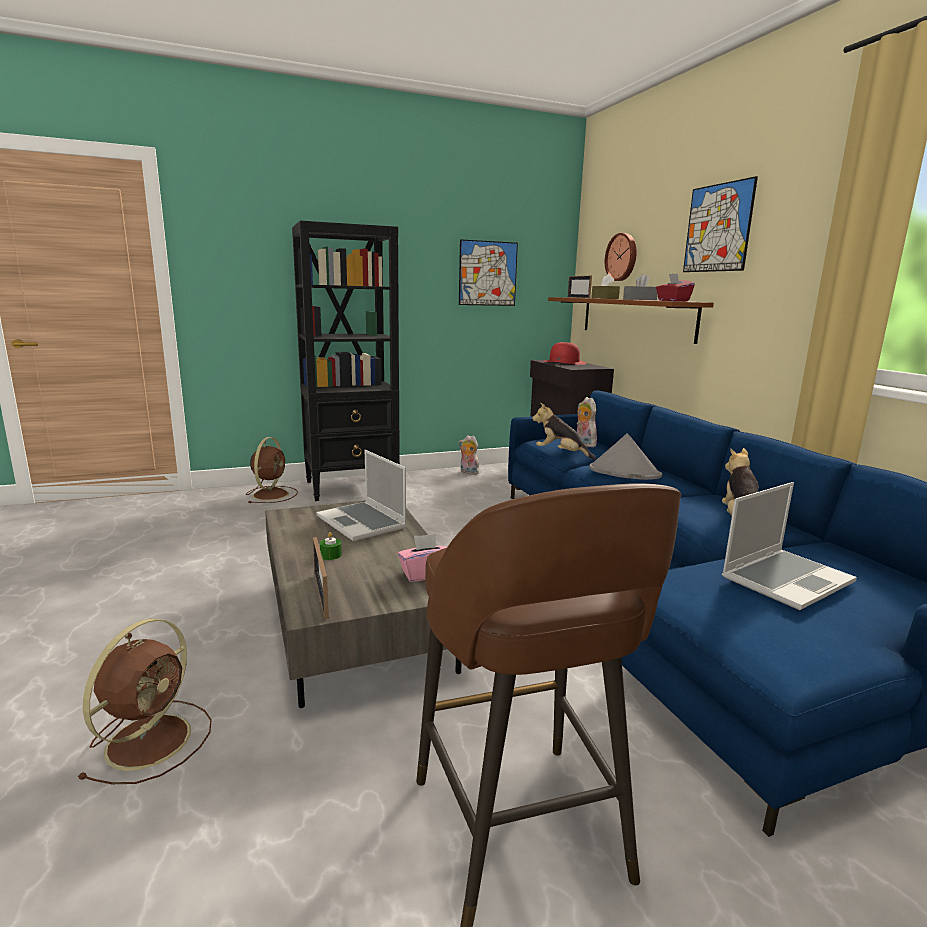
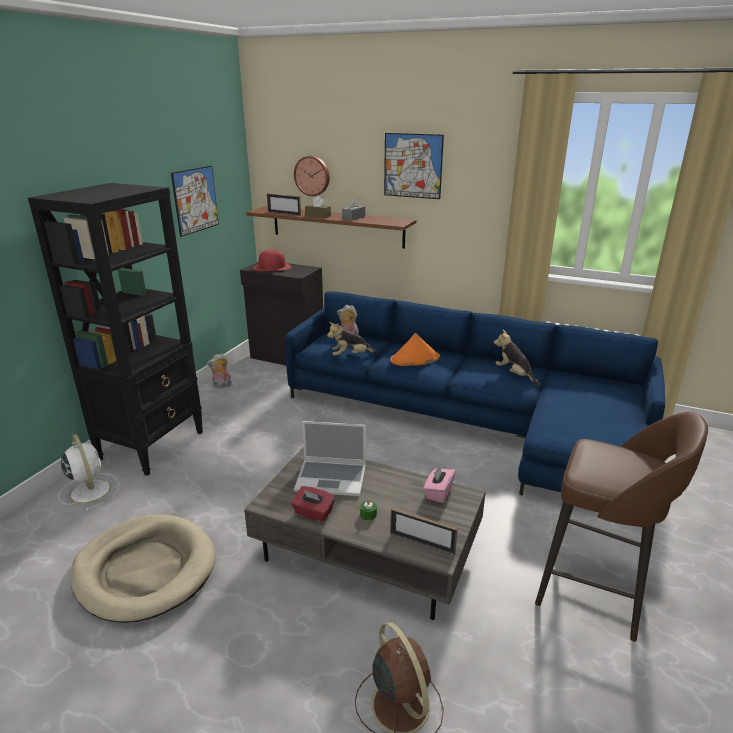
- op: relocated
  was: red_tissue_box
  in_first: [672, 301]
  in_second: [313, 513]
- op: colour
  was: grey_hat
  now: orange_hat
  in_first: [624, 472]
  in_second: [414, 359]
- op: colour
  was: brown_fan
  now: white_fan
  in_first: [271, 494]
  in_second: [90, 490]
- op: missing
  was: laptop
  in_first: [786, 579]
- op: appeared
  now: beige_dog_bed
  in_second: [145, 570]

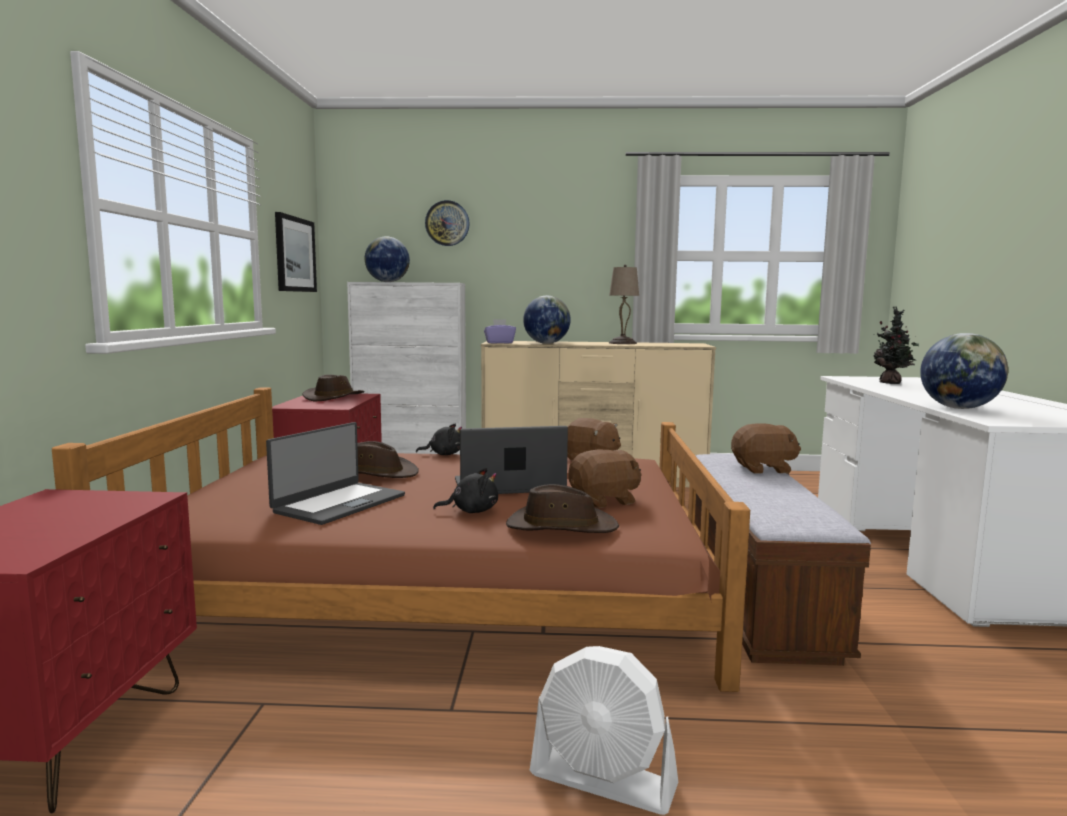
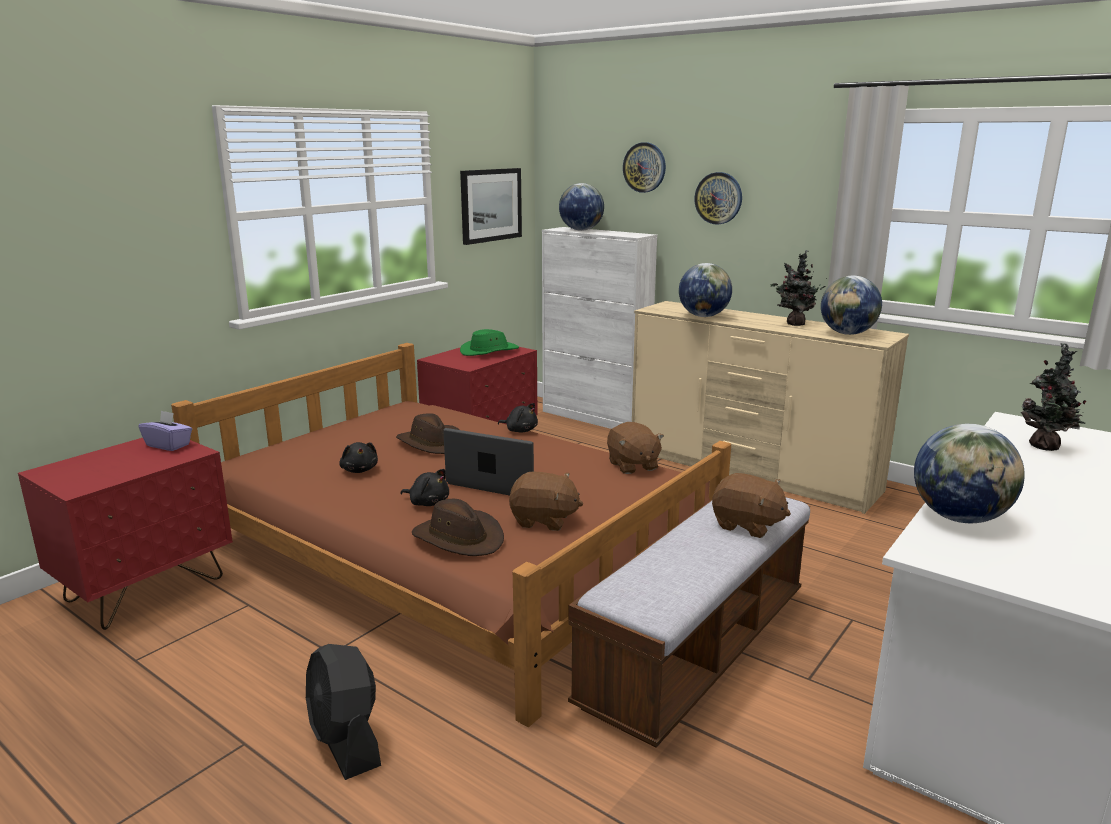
- op: exchanged
  was: beige_table_lamp
  now: potted_plant
  in_first: [622, 343]
  in_second: [794, 324]
- op: relocated
  was: purple_tissue_box
  in_first: [499, 343]
  in_second: [168, 445]
- op: colour
  was: brown_hat
  now: green_hat
  in_first: [334, 397]
  in_second: [489, 351]
- op: exchanged
  was: laptop
  now: black_plush_toy
  in_first: [338, 503]
  in_second: [359, 470]
- op: colour
  was: white_fan
  now: black_fan
  in_first: [603, 780]
  in_second: [346, 741]
- op: appeared
  now: wall_clock
  in_second: [718, 198]
- op: appeared
  now: globe
  in_second: [847, 333]

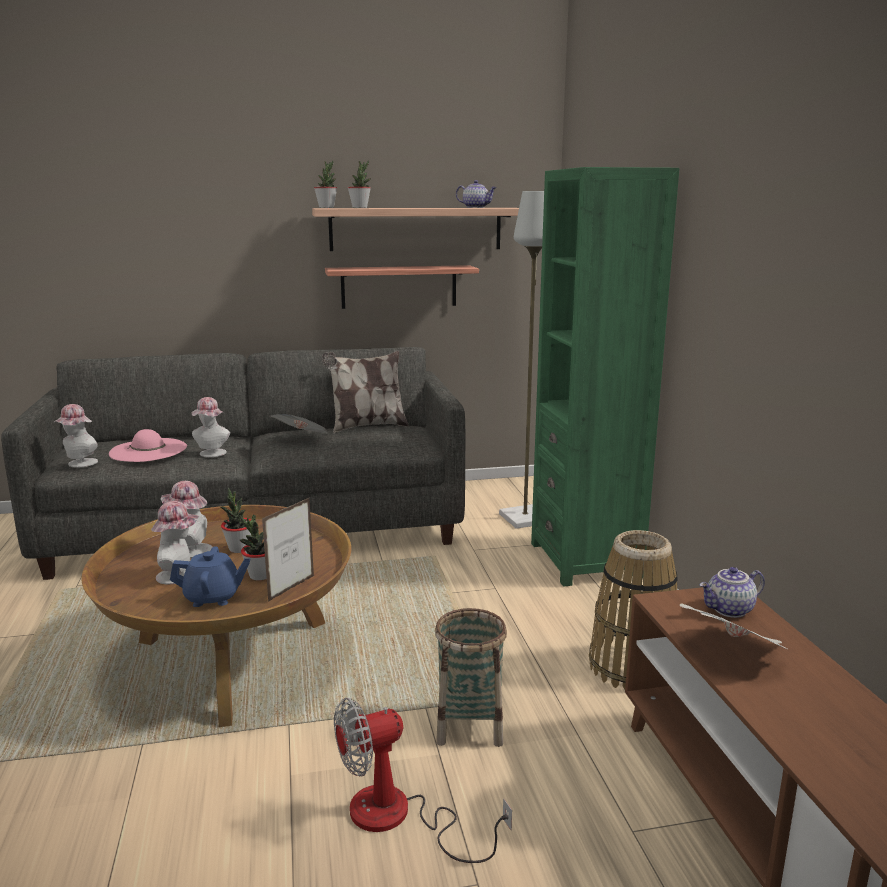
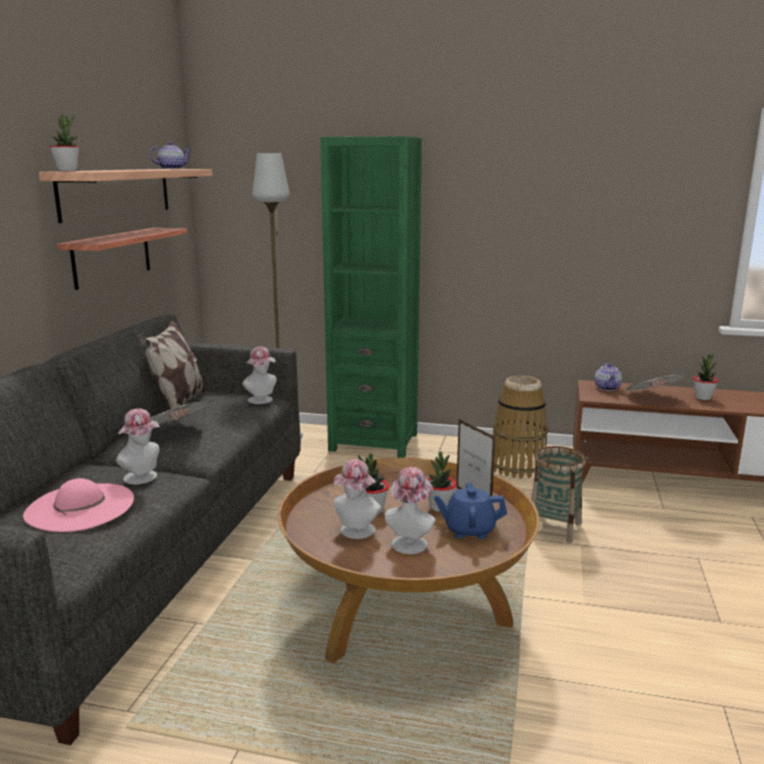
- op: relocated
  was: potted_plant
  in_first: [360, 208]
  in_second: [702, 398]
- op: relocated
  was: hat
  in_first: [80, 464]
  in_second: [262, 400]
- op: spun
  was: blue_teapot
  in_first: [213, 598]
  in_second: [469, 530]
  clockwise: -105
- op: missing
  was: fan
  in_first: [398, 817]

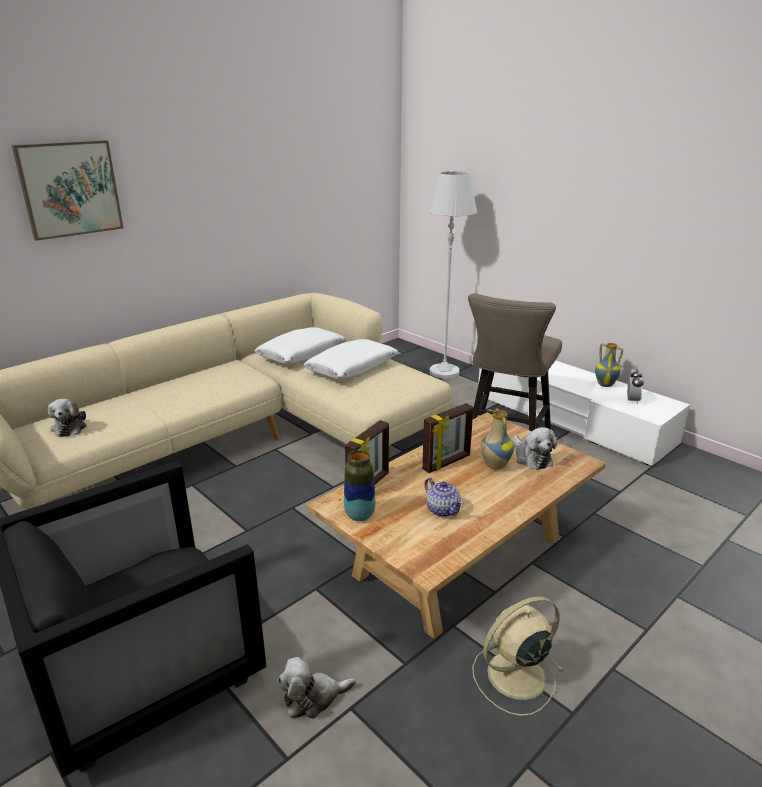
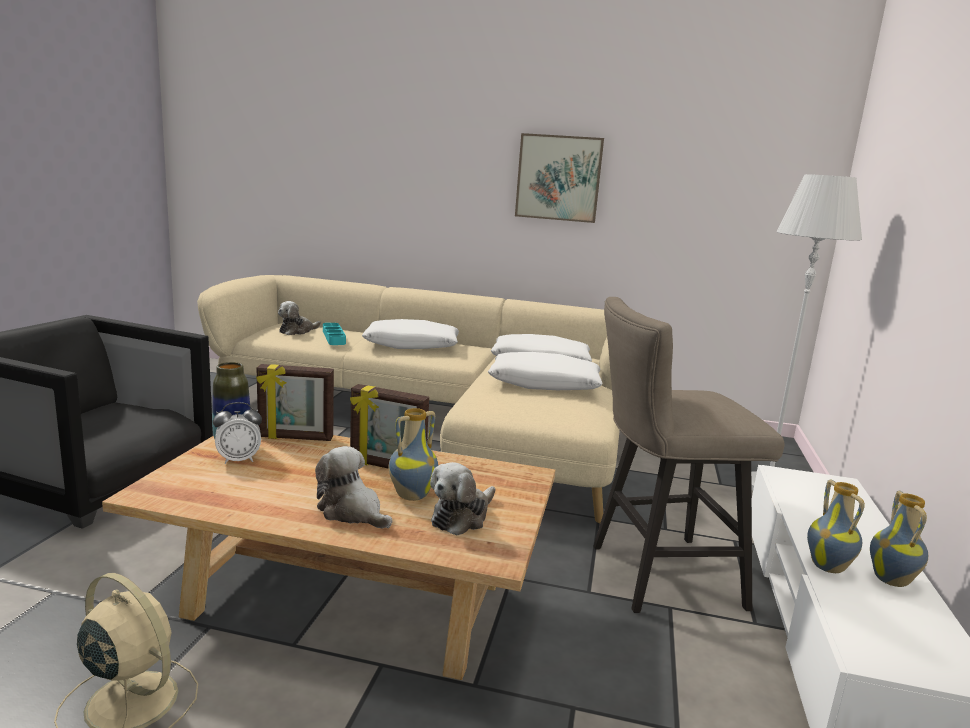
- op: relocated
  was: picture
  in_first: [70, 189]
  in_second: [558, 178]
- op: relocated
  was: alarm_clock
  in_first: [632, 400]
  in_second: [239, 459]
- op: missing
  was: teapot
  in_first: [442, 509]
- op: relocated
  was: plush_toy
  in_first: [313, 698]
  in_second: [352, 512]
- op: appeared
  now: white_pillow
  in_second: [411, 345]
- op: appeared
  now: turquoise_tray
  in_second: [333, 337]
- op: appeared
  now: vase
  in_second: [829, 567]

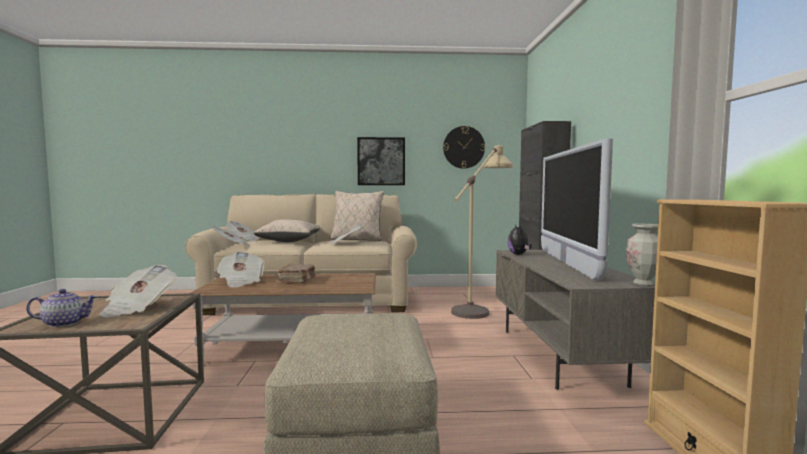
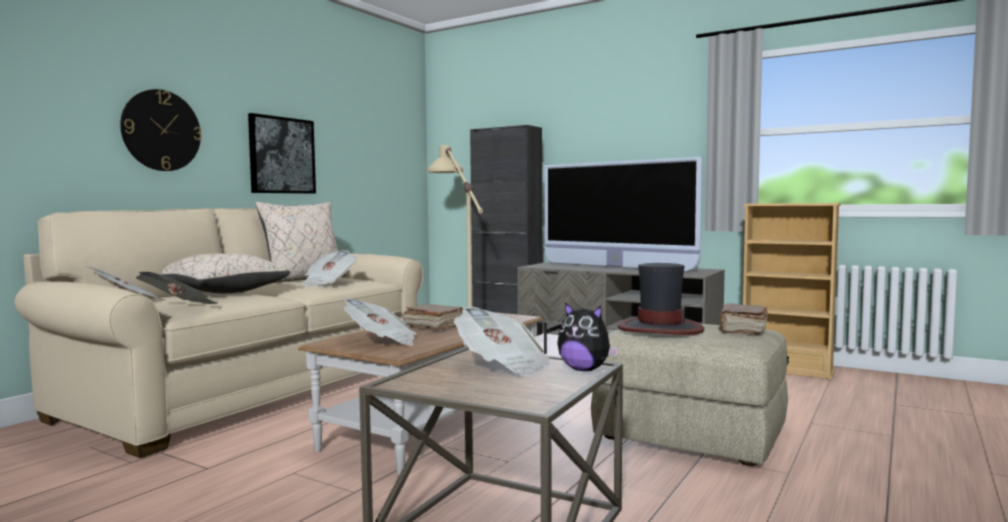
- op: relocated
  was: wall_clock
  in_first: [463, 147]
  in_second: [161, 130]
- op: missing
  was: vase
  in_first: [643, 284]
- op: relocated
  was: plush_toy
  in_first: [519, 254]
  in_second: [585, 370]
- op: missing
  was: teapot
  in_first: [65, 323]
- op: appeared
  now: hat
  in_second: [659, 328]
- op: appeared
  now: brown_book
  in_second: [742, 329]

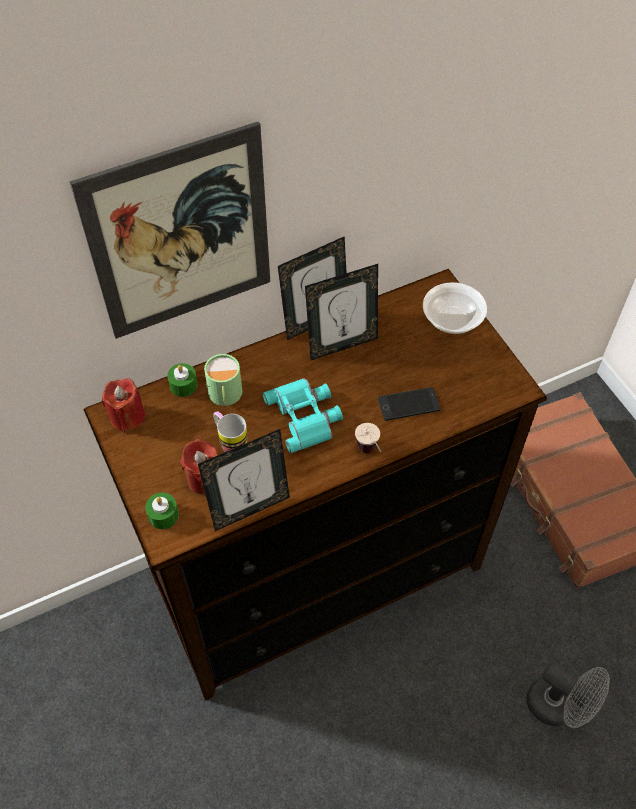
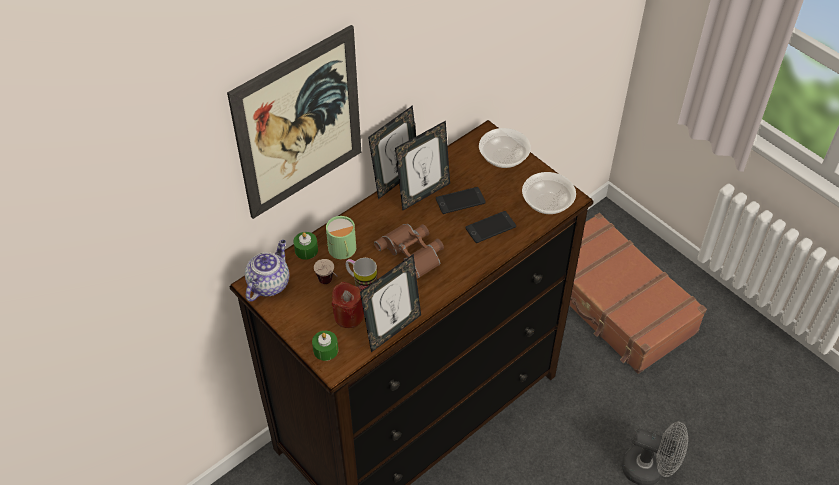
- op: exchanged
  was: red_candle
  now: teapot
  in_first: [127, 417]
  in_second: [269, 283]
- op: colour
  was: turquoise_binoculars
  now: brown_binoculars
  in_first: [306, 416]
  in_second: [413, 253]
- op: relocated
  was: cup
  in_first: [370, 454]
  in_second: [329, 284]
- op: appeared
  now: bowl
  in_second: [547, 203]
- op: appeared
  now: phone
  in_second: [460, 201]

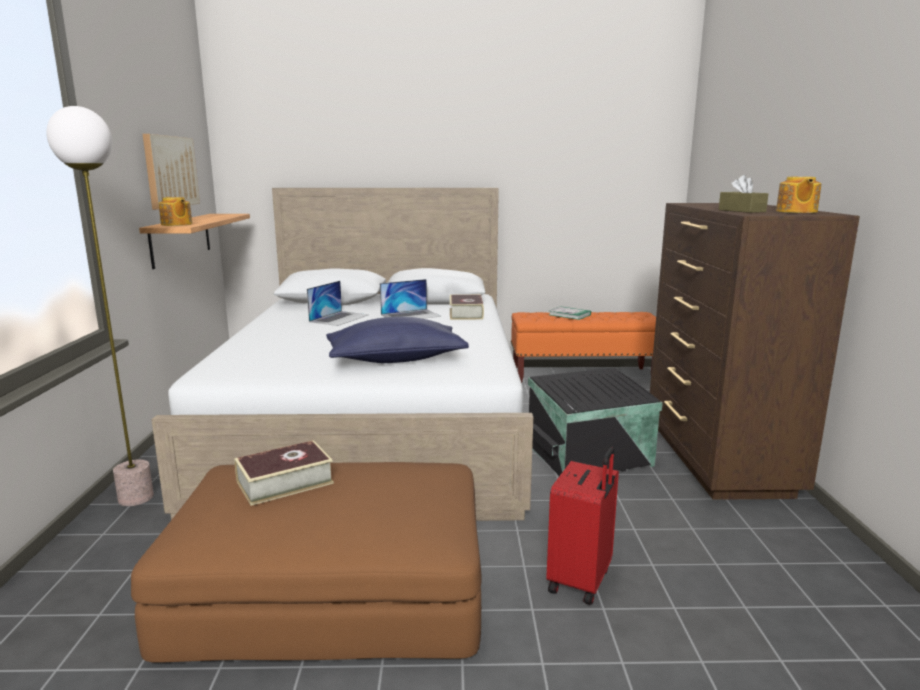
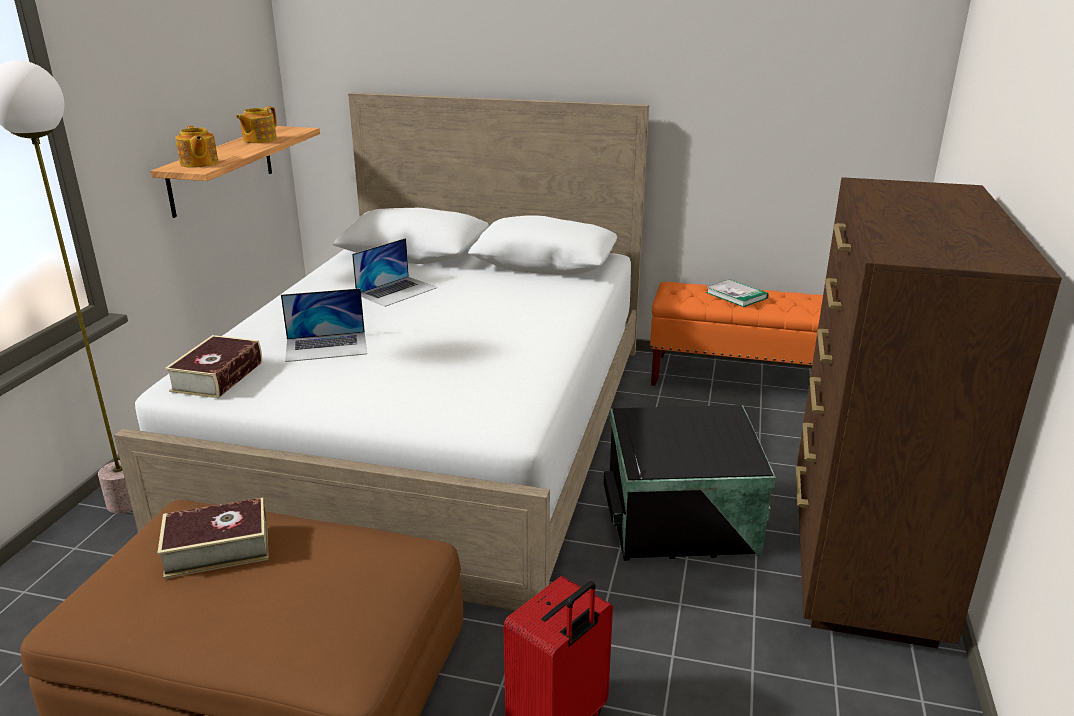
- op: missing
  was: picture
  in_first: [170, 171]
- op: missing
  was: brown_tissue_box
  in_first: [741, 211]
- op: relocated
  was: teapot
  in_first: [796, 211]
  in_second: [259, 140]
- op: relocated
  was: laptop
  in_first: [411, 315]
  in_second: [326, 346]
- op: relocated
  was: book
  in_first: [466, 314]
  in_second: [217, 376]
- op: missing
  was: blue_pillow
  in_first: [396, 360]

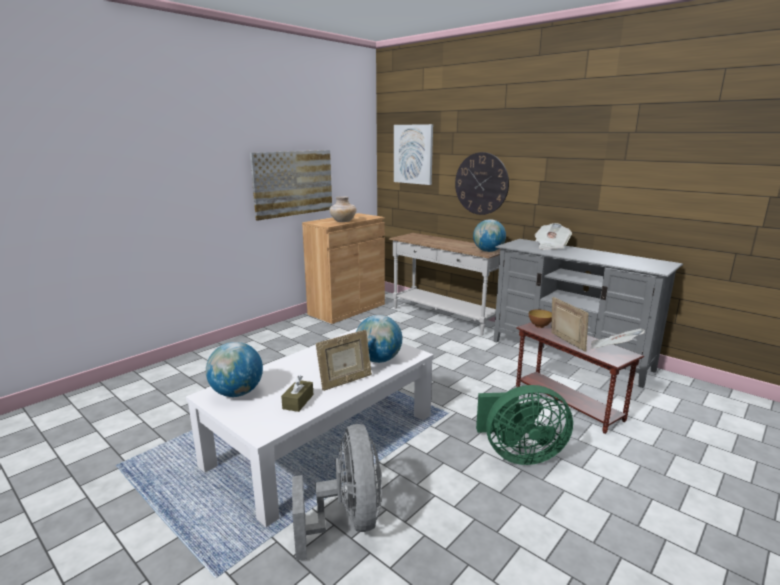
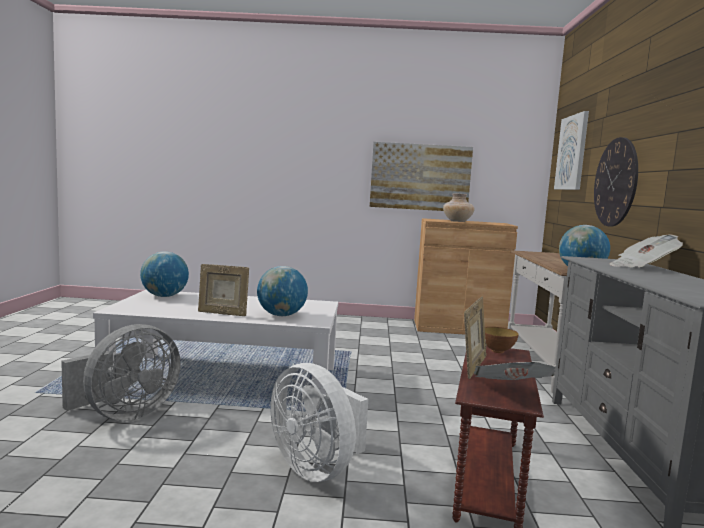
- op: missing
  was: brown_tissue_box
  in_first: [298, 401]
- op: colour
  was: green_fan
  now: white_fan
  in_first: [518, 454]
  in_second: [317, 468]

